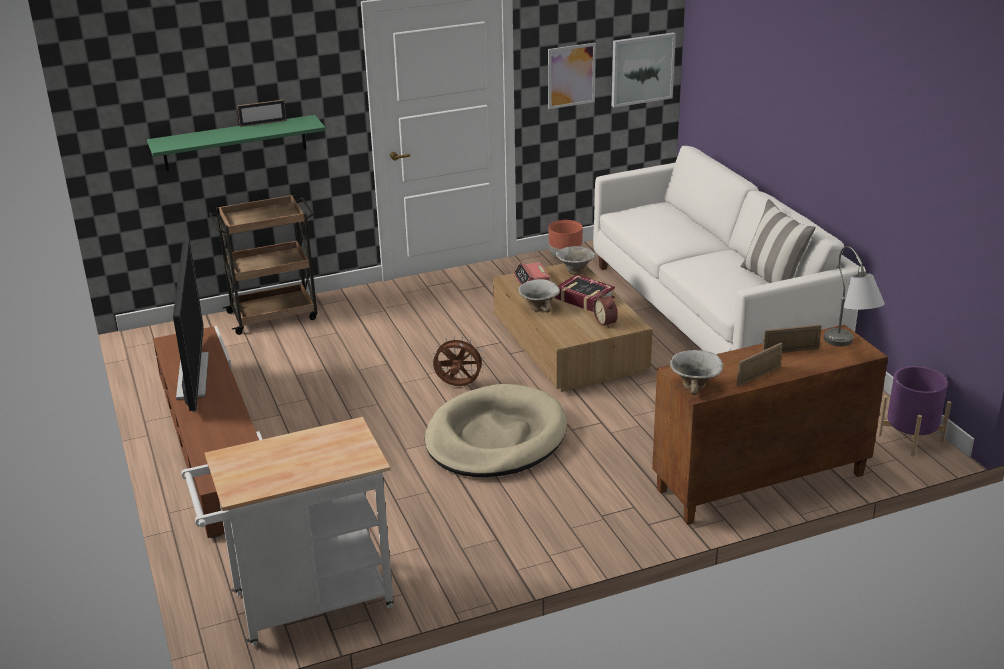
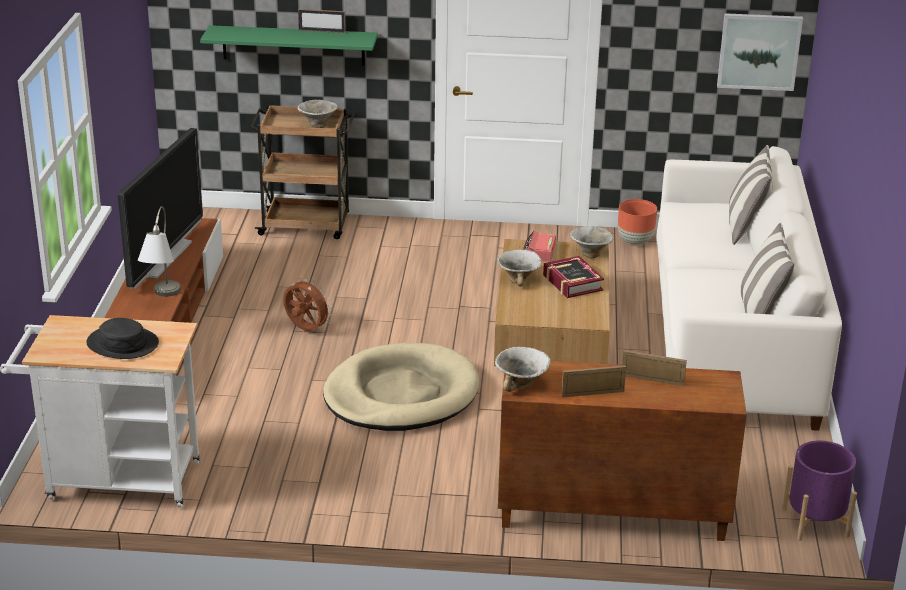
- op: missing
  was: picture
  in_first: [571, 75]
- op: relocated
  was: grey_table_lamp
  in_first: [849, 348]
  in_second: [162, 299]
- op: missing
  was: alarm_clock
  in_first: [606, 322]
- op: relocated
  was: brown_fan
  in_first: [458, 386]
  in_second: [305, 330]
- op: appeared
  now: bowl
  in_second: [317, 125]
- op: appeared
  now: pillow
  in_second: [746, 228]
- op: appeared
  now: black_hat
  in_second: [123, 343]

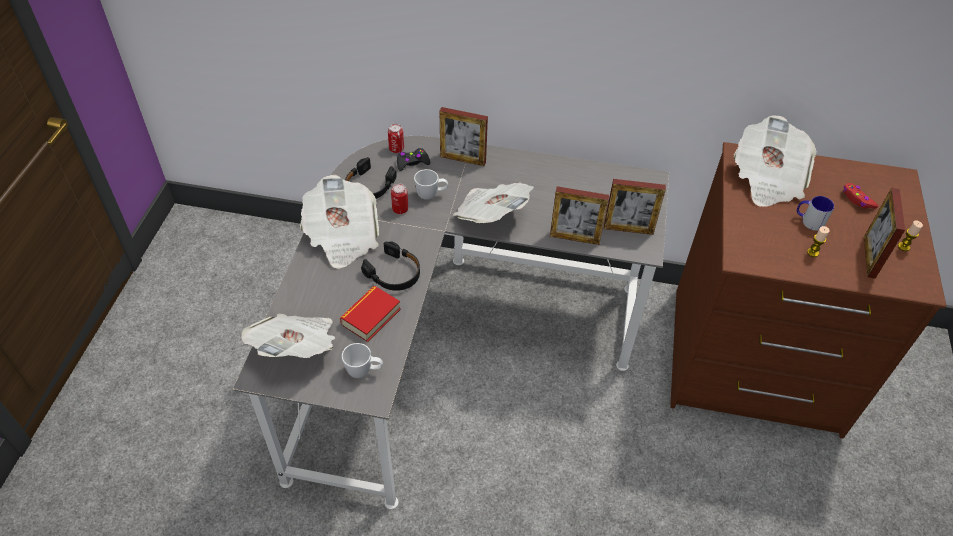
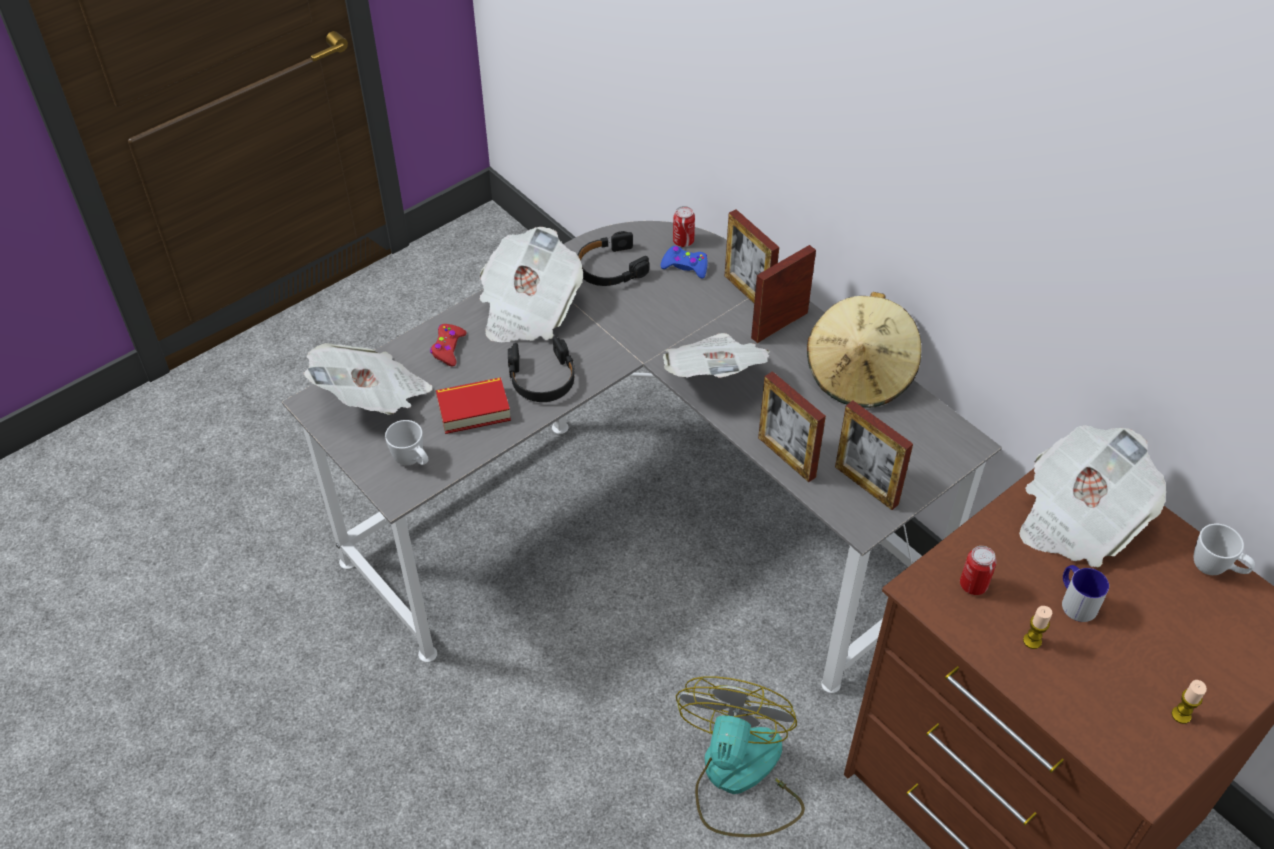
- op: colour
  was: black_game_controller
  now: blue_game_controller
  in_first: [412, 162]
  in_second: [685, 266]
- op: relocated
  was: white_mug
  in_first: [431, 195]
  in_second: [1216, 569]
- op: relocated
  was: red_game_controller
  in_first: [857, 199]
  in_second: [448, 348]
- op: relocated
  was: can
  in_first: [400, 209]
  in_second: [973, 584]
- op: relocated
  was: picture_frame
  in_first: [869, 257]
  in_second: [779, 325]
- op: appeared
  now: beige_hat
  in_second: [860, 375]
- op: appeared
  now: fan
  in_second: [738, 778]

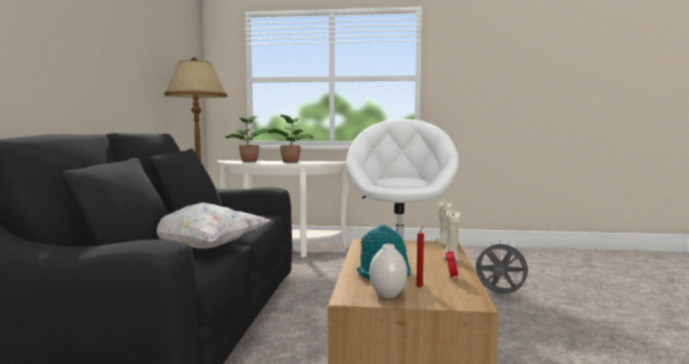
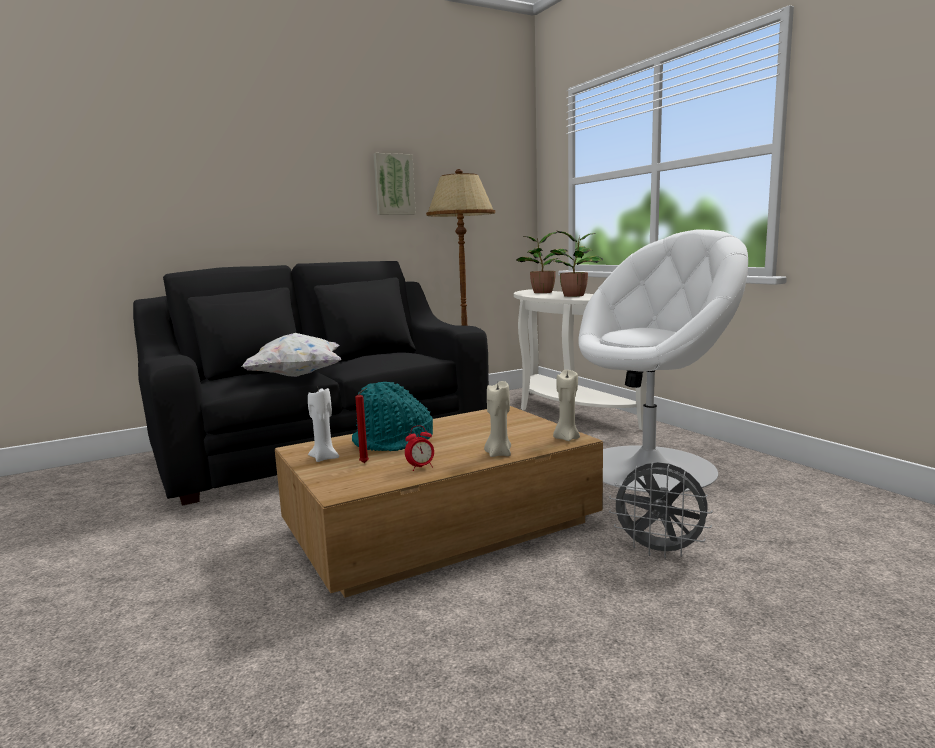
- op: spun
  was: grey_fan
  in_first: [499, 295]
  in_second: [659, 551]
  clockwise: 120
- op: exchanged
  was: white_vase
  now: white_candle
  in_first: [388, 295]
  in_second: [324, 458]
- op: appeared
  now: picture
  in_second: [393, 184]

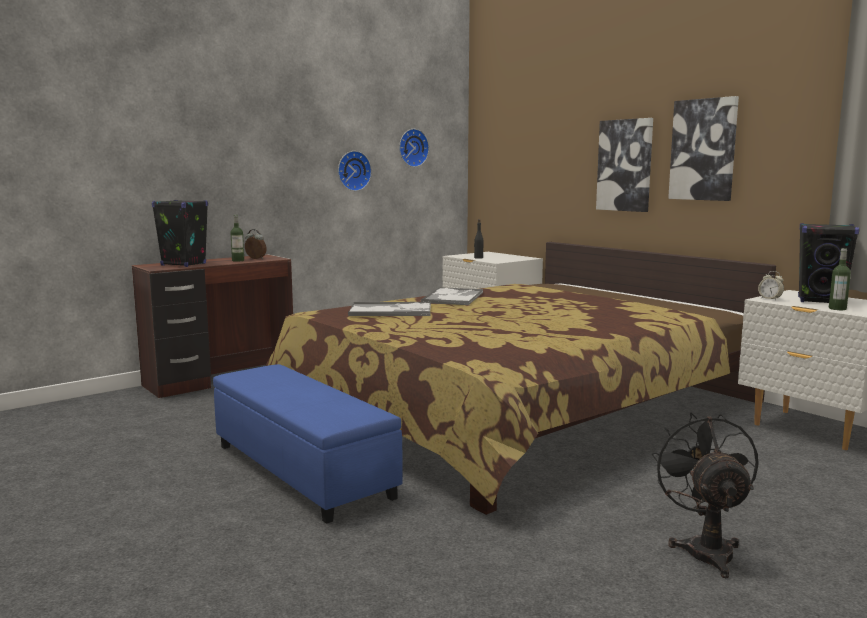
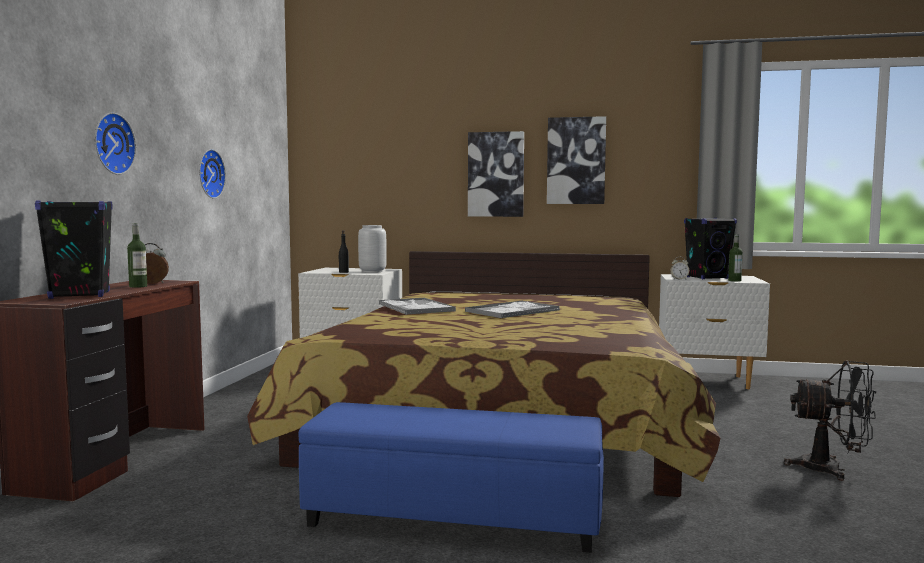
- op: relocated
  was: wall_clock
  in_first: [412, 148]
  in_second: [111, 143]
- op: relocated
  was: tray
  in_first: [391, 311]
  in_second: [513, 311]
- op: spun
  was: black_fan
  in_first: [705, 548]
  in_second: [831, 469]
  clockwise: 150
- op: appeared
  now: grey_vase
  in_second: [373, 271]

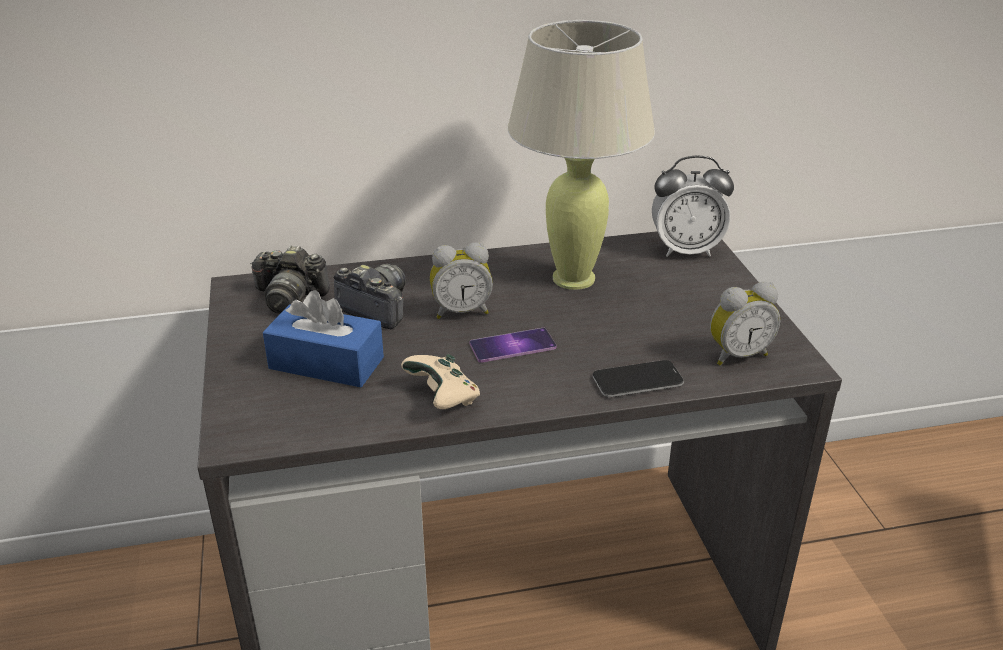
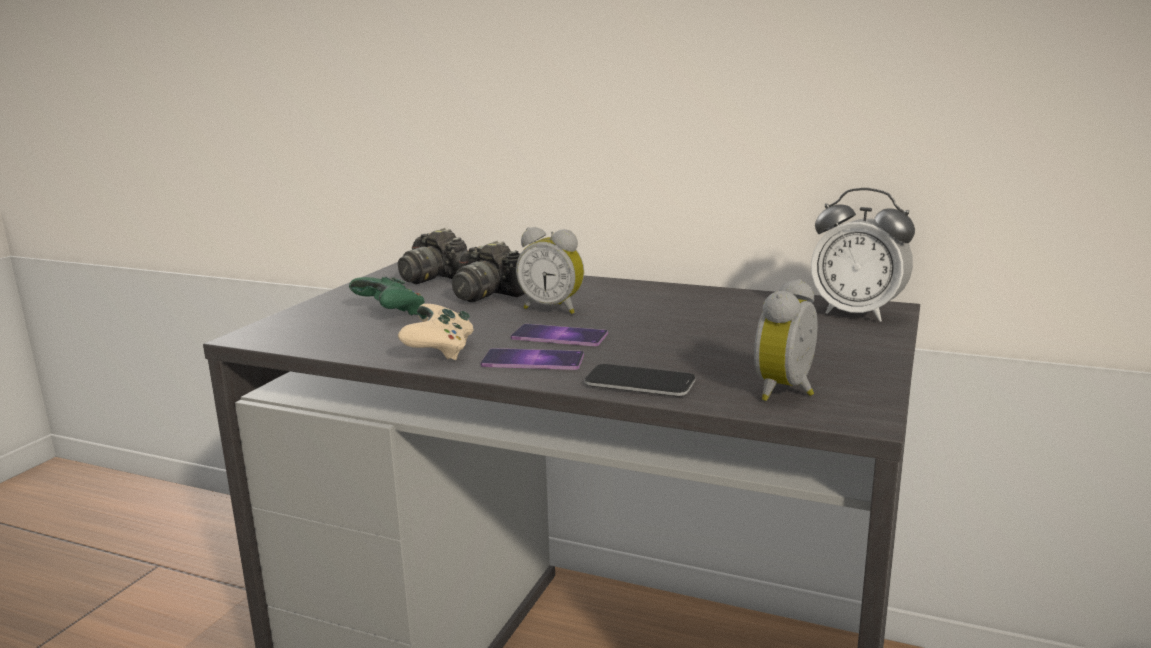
- op: missing
  was: beige_table_lamp
  in_first: [574, 278]
- op: spun
  was: photo_camera
  in_first: [376, 308]
  in_second: [486, 294]
  clockwise: 150
- op: spun
  was: alarm_clock
  in_first: [737, 355]
  in_second: [789, 391]
  clockwise: 105
- op: exchanged
  was: blue_tissue_box
  now: green_game_controller
  in_first: [326, 363]
  in_second: [391, 314]
- op: appeared
  now: phone
  in_second: [533, 360]

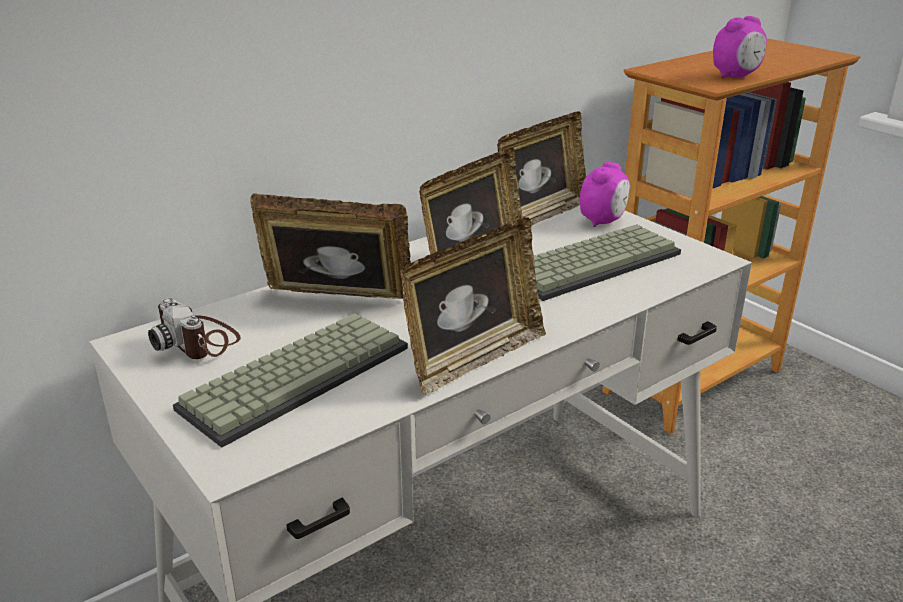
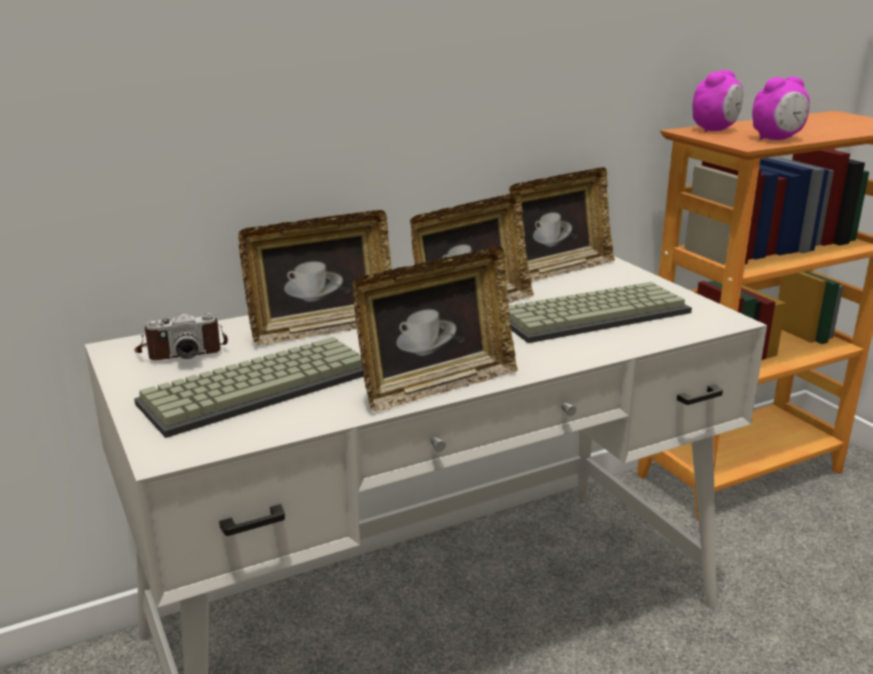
- op: relocated
  was: alarm_clock
  in_first: [603, 221]
  in_second: [715, 130]
- op: spun
  was: picture_frame
  in_first: [335, 302]
  in_second: [323, 329]
  clockwise: 135
- op: spun
  was: photo_camera
  in_first: [199, 341]
  in_second: [182, 351]
  clockwise: -75

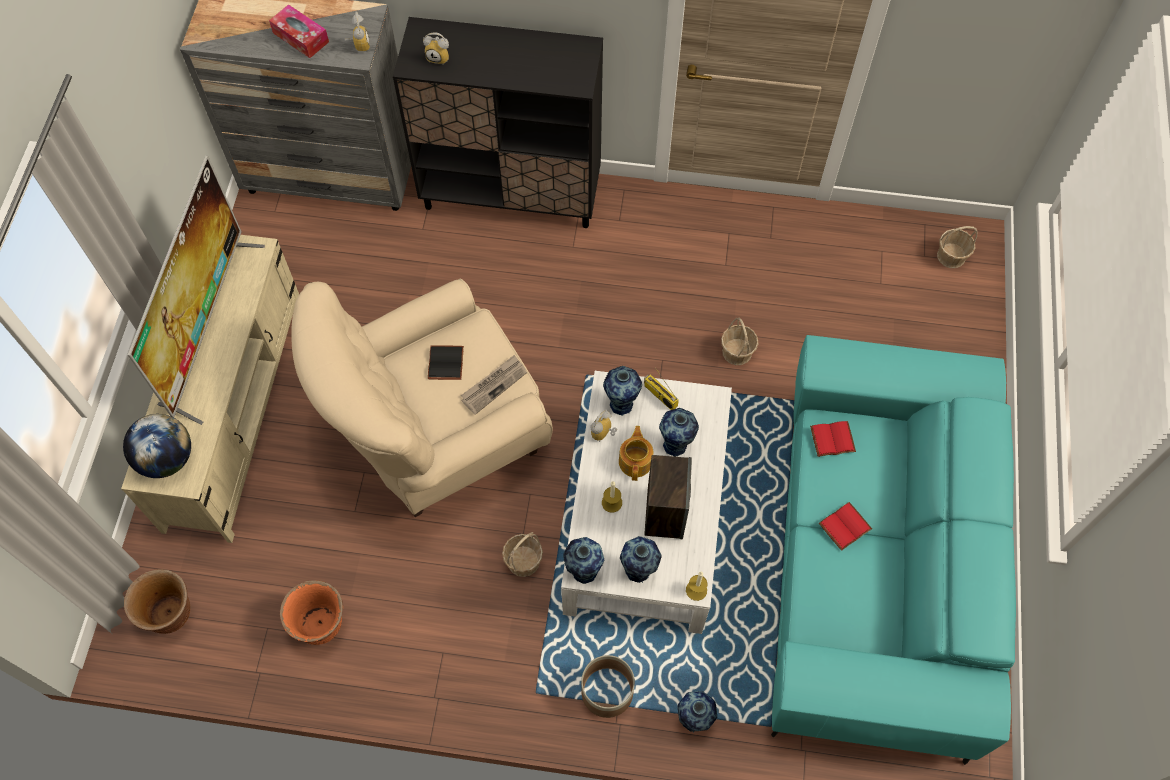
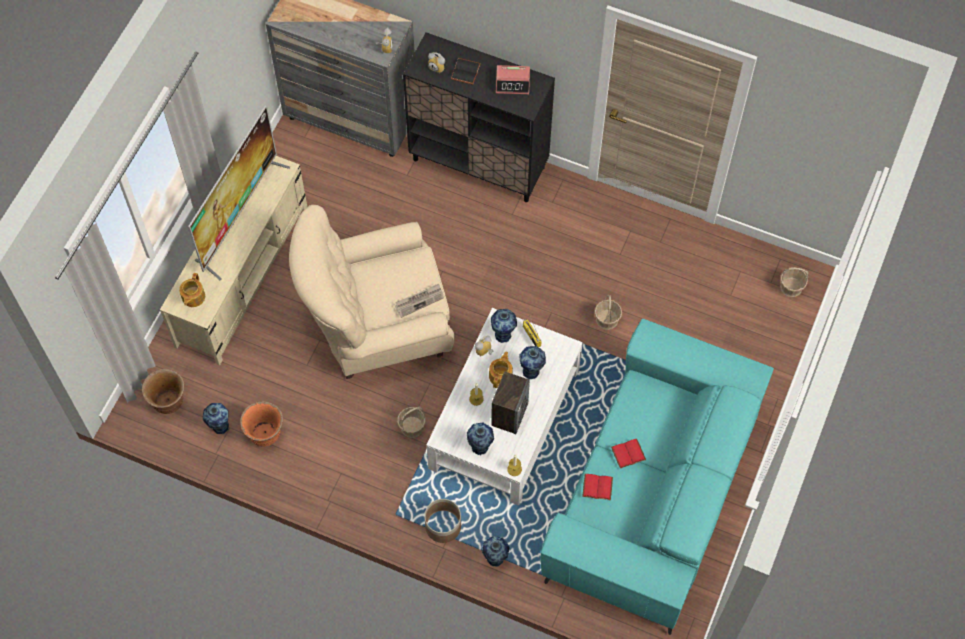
- op: missing
  was: tissue_box
  in_first: [301, 37]
- op: relocated
  was: black_book
  in_first: [447, 364]
  in_second: [466, 72]
- op: exchanged
  was: globe
  now: teapot
  in_first: [167, 458]
  in_second: [193, 297]
- op: relocated
  was: red_book
  in_first: [832, 440]
  in_second: [597, 488]
- op: relocated
  was: vase
  in_first: [583, 572]
  in_second: [219, 426]
- op: appeared
  now: alarm_clock
  in_second: [513, 83]

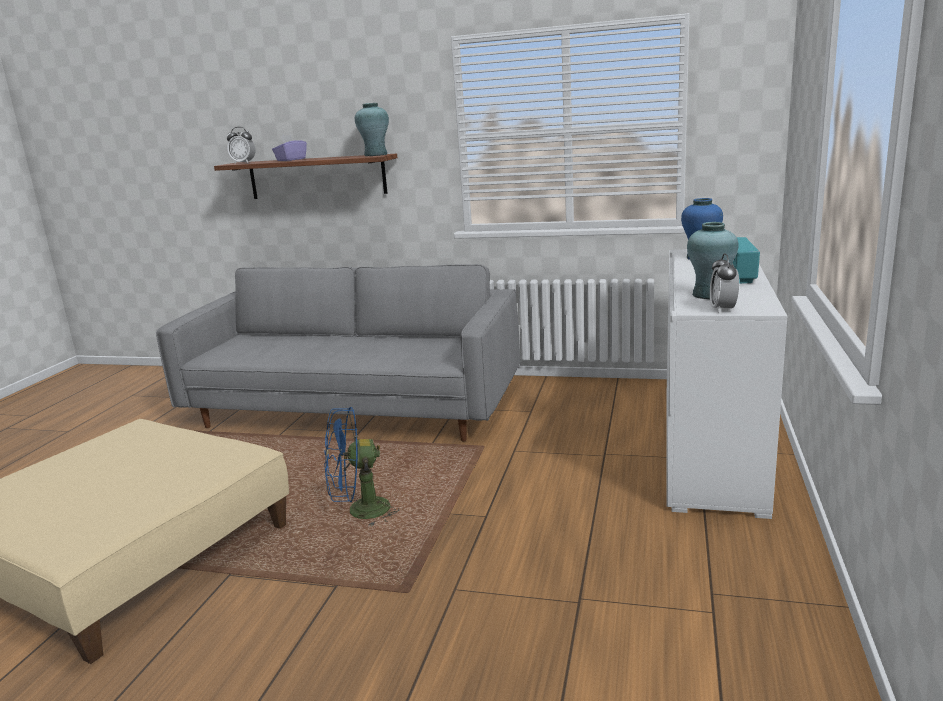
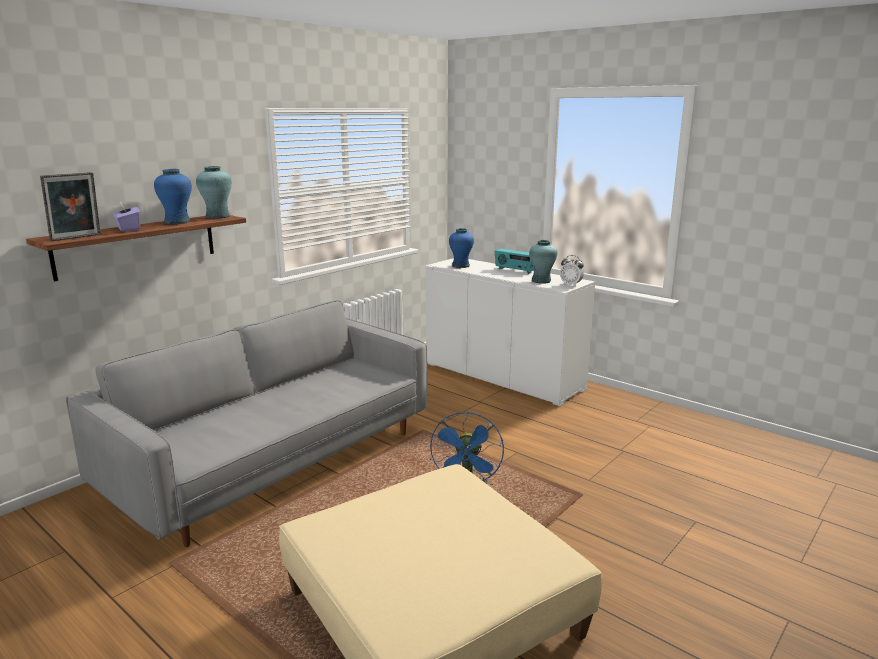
- op: exchanged
  was: alarm_clock
  now: picture_frame
  in_first: [243, 163]
  in_second: [77, 238]
- op: appeared
  now: blue_vase
  in_second: [177, 222]

